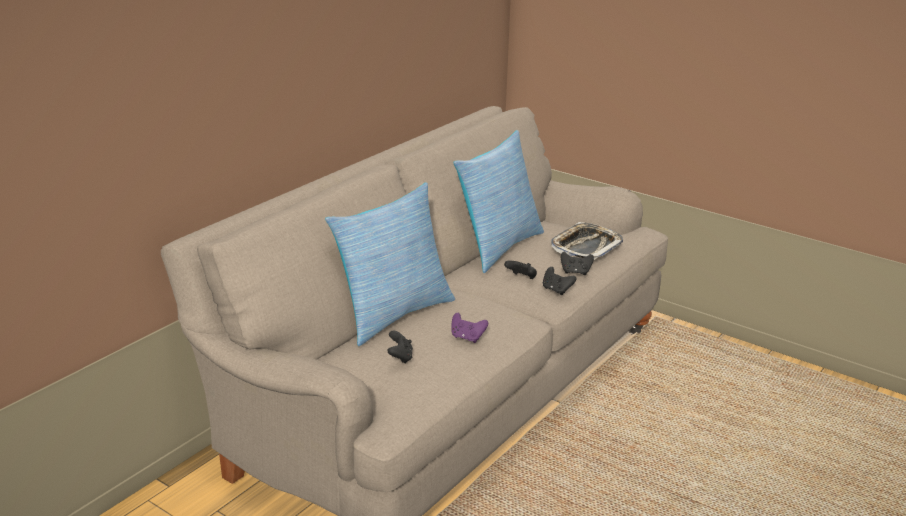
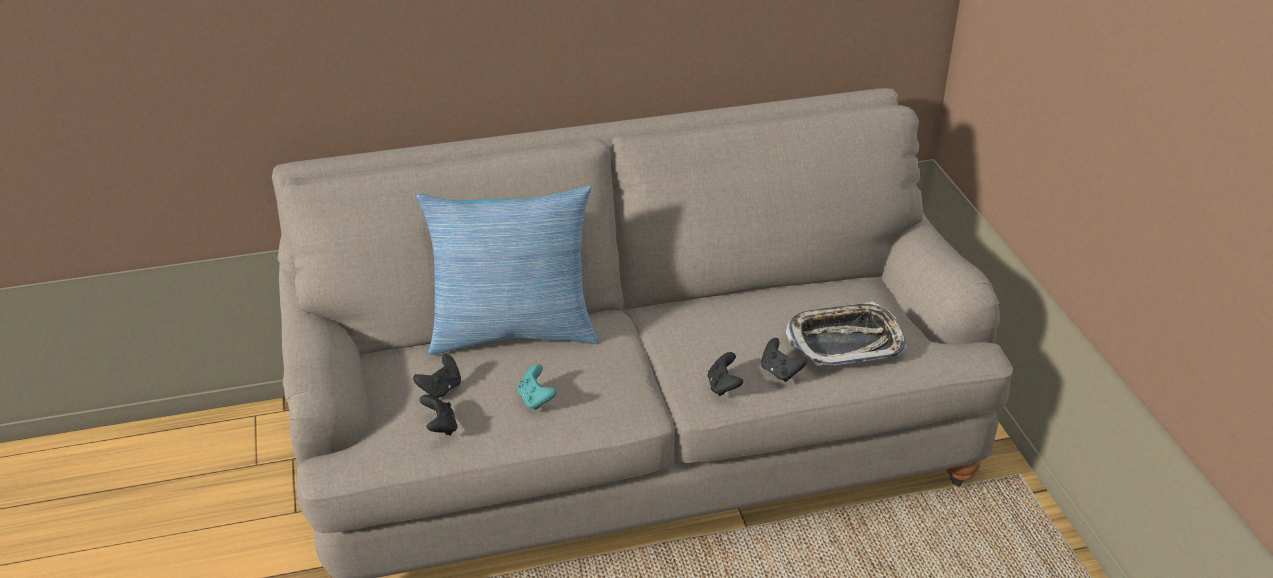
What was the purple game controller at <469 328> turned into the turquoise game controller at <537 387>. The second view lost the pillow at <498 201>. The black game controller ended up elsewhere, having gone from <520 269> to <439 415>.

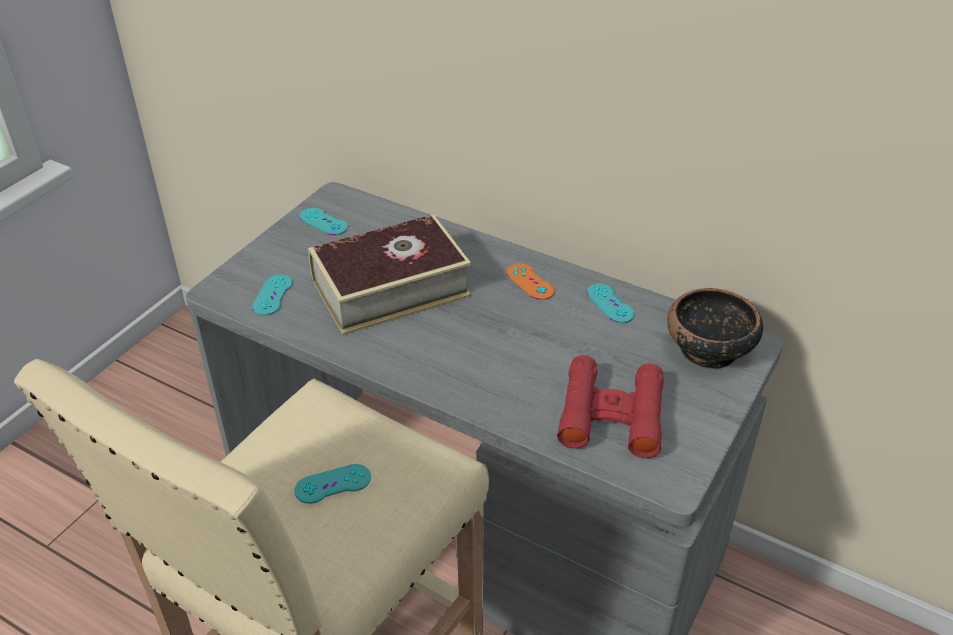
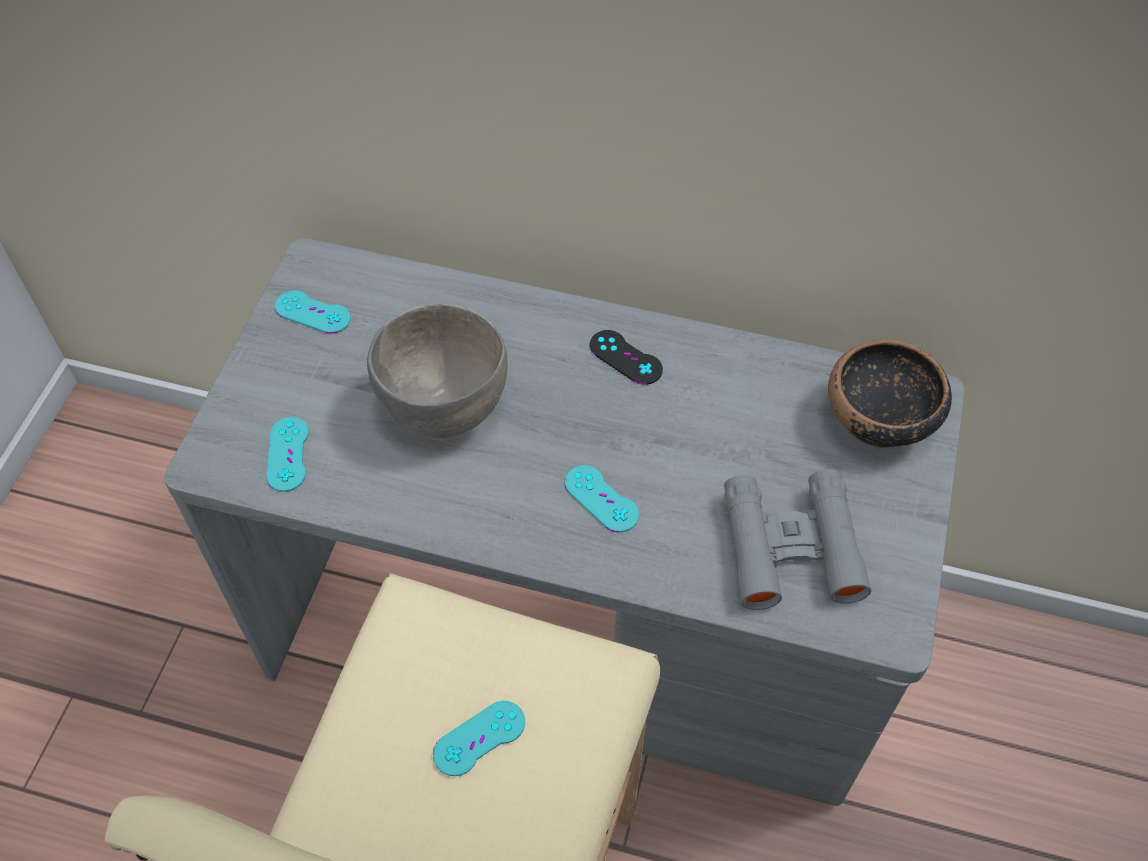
Where the book stood at <389 274>, the grey bowl came to stand at <437 371>. What was the orange game controller at <530 281> turned into the black game controller at <626 357>. What was the red binoculars at <610 406> turned into the grey binoculars at <798 539>. The turquoise game controller ended up elsewhere, having gone from <611 303> to <602 498>.

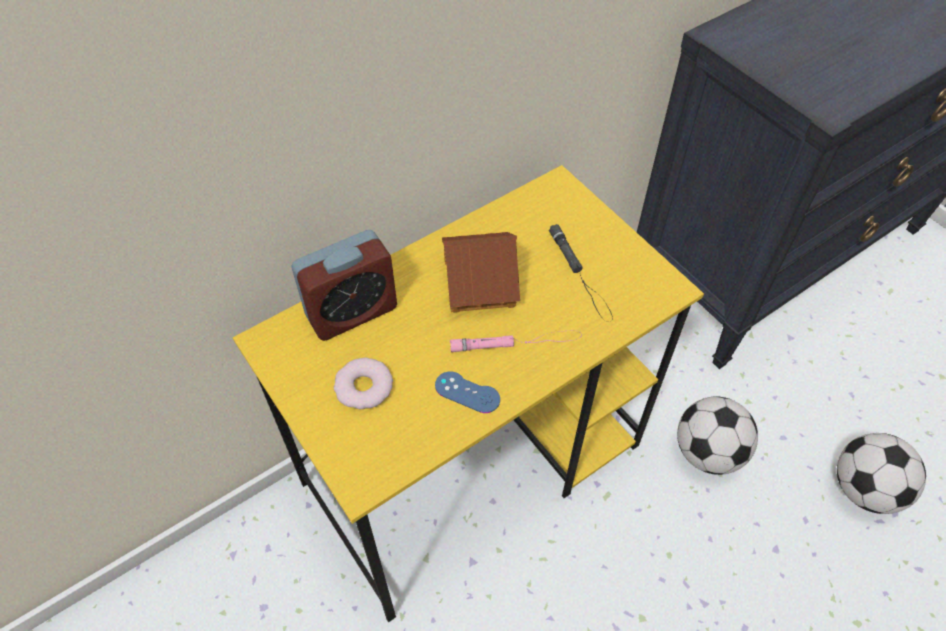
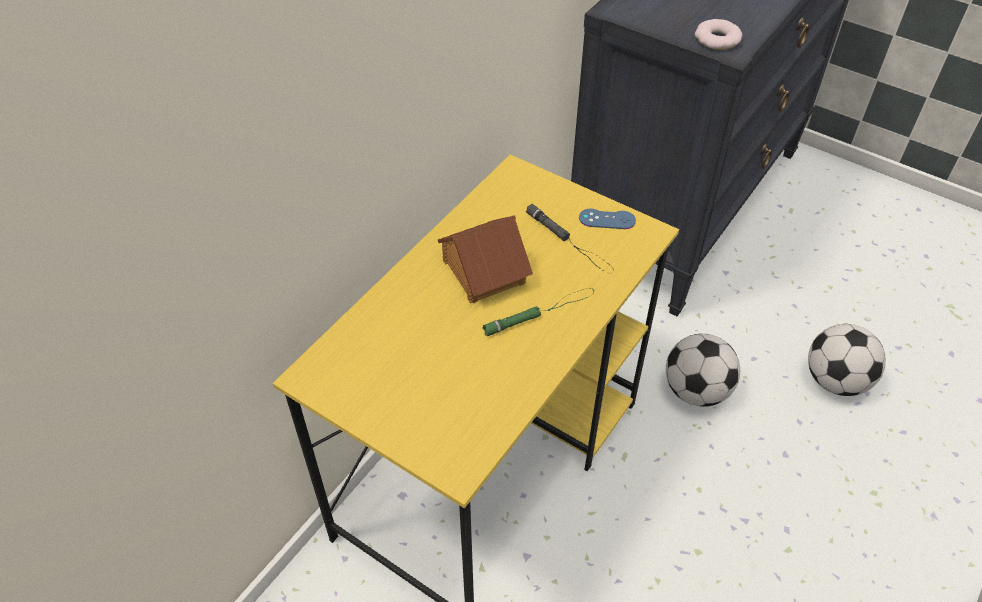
The second view lost the alarm clock at <344 285>. The donut ended up elsewhere, having gone from <363 383> to <718 34>. The blue game controller ended up elsewhere, having gone from <467 392> to <607 219>. What was the pink flashlight at <516 341> turned into the green flashlight at <538 312>.

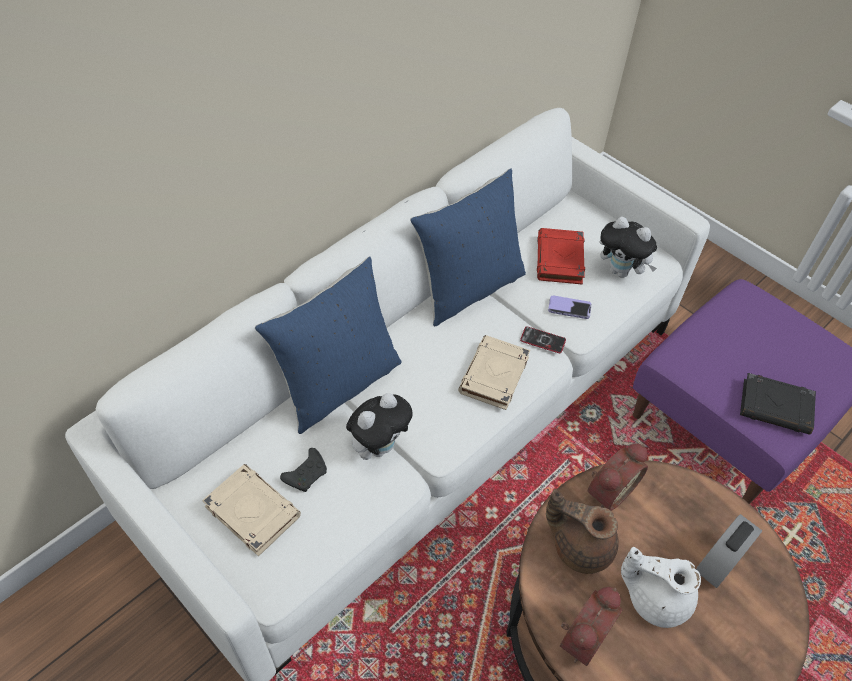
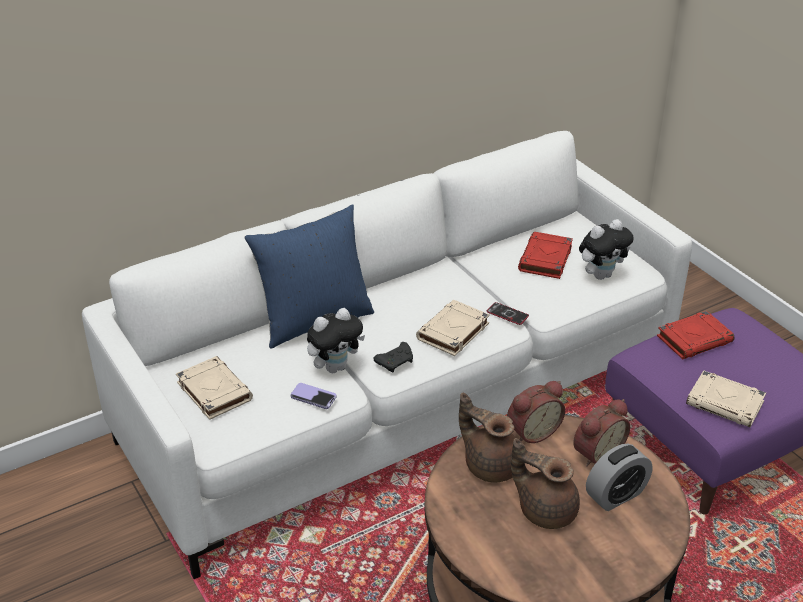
The black game controller ended up elsewhere, having gone from <303 470> to <393 357>. The second view lost the blue pillow at <468 247>. The phone ended up elsewhere, having gone from <570 307> to <313 396>. The alarm clock ended up elsewhere, having gone from <591 626> to <601 433>. The plush toy at <628 247> ended up facing another way, 75 degrees counterclockwise from before. What was the white teapot at <661 587> turned into the brown teapot at <545 483>. What was the black book at <778 404> turned into the beige book at <726 398>. The second view gained the red book at <695 335>.

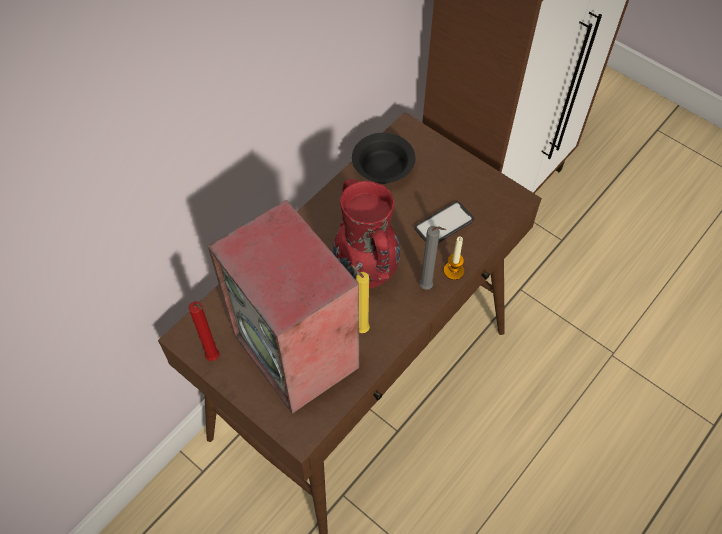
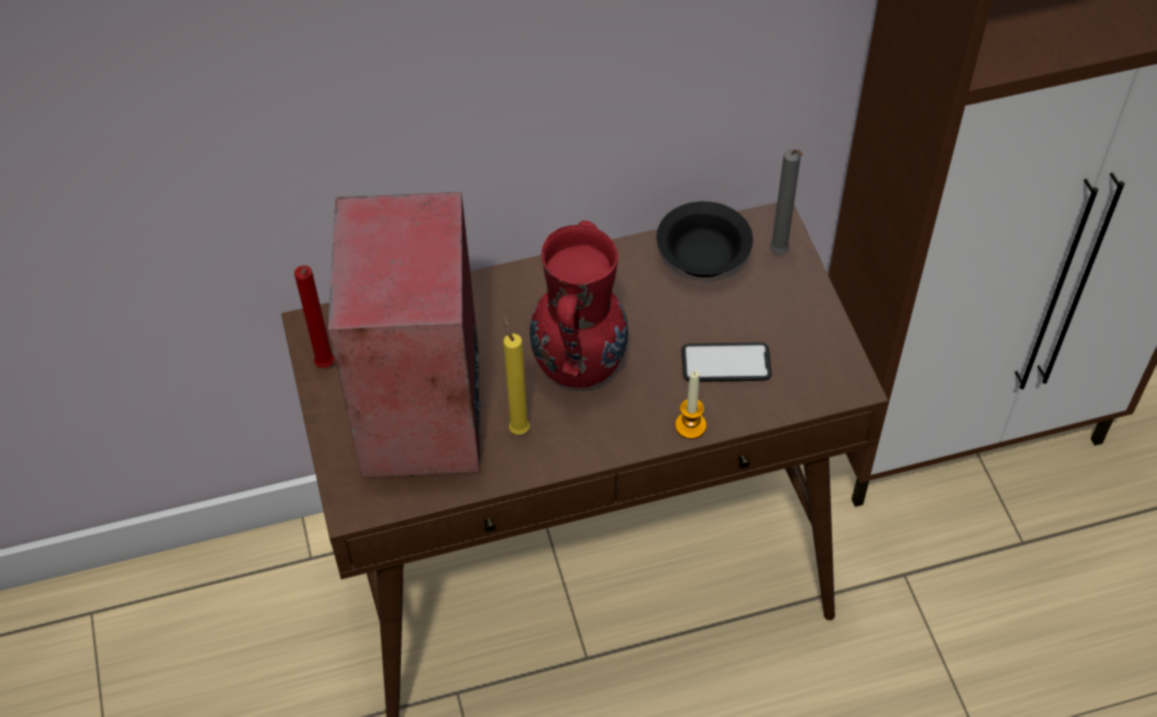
The grey candle ended up elsewhere, having gone from <432 258> to <786 201>.

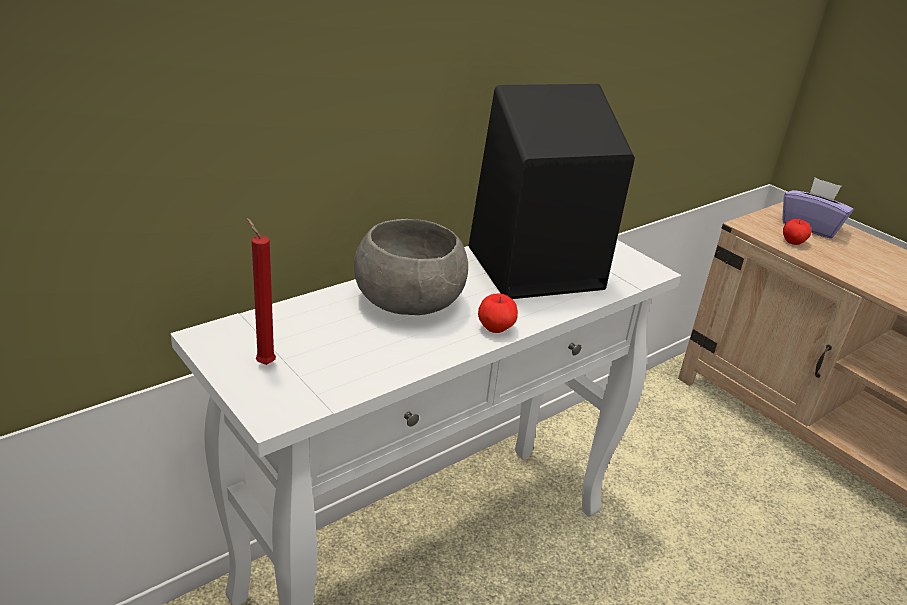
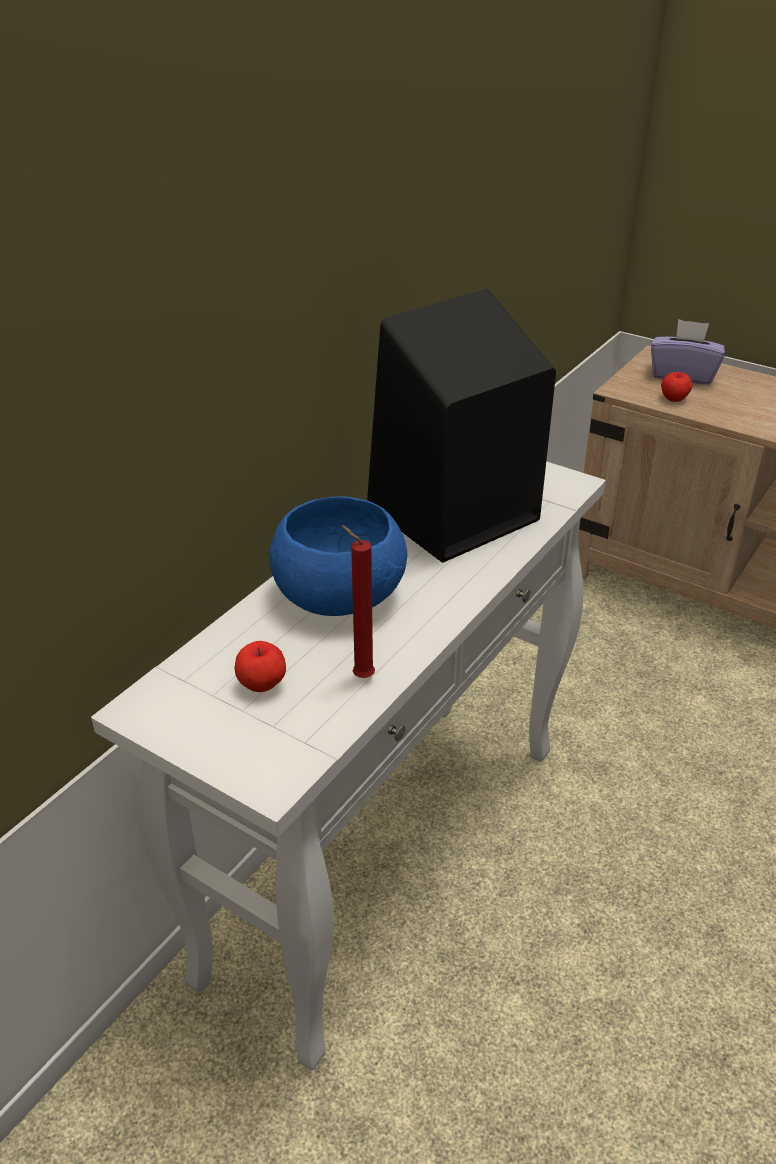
The red candle ended up elsewhere, having gone from <261 291> to <358 601>. What was the grey bowl at <411 267> turned into the blue bowl at <338 556>. The apple ended up elsewhere, having gone from <498 313> to <260 666>.

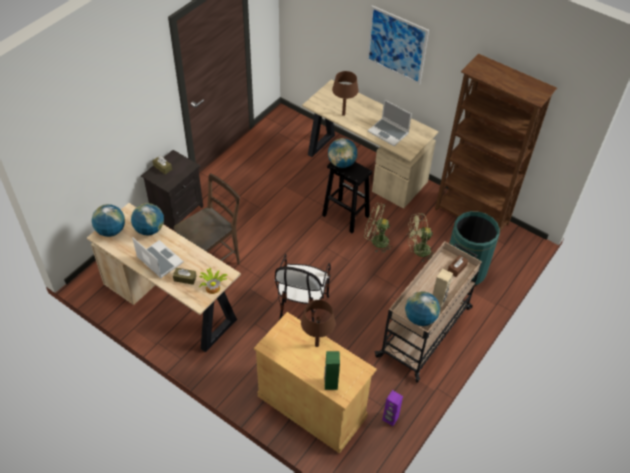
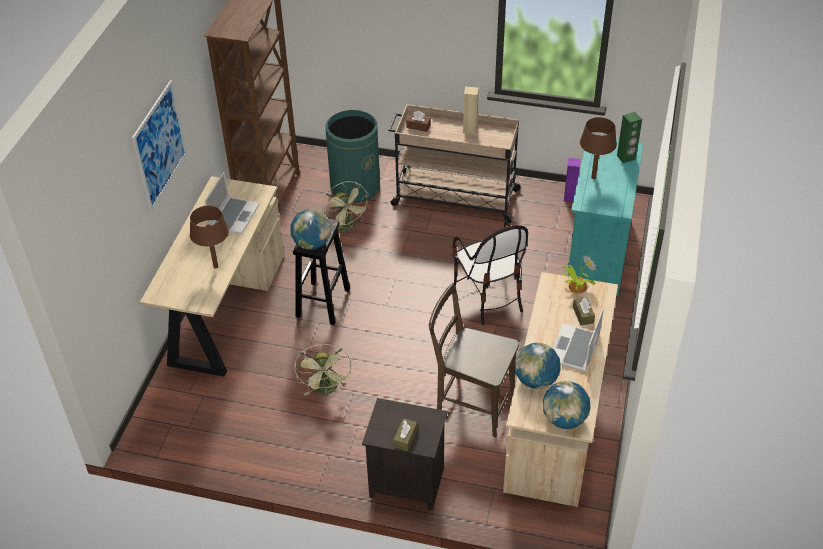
What was the beige cabinet at <315 383> turned into the turquoise cabinet at <605 217>. The chair at <303 288> ended up facing another way, 75 degrees clockwise from before. The green fan ended up elsewhere, having gone from <378 228> to <322 370>. The second view lost the globe at <422 308>.

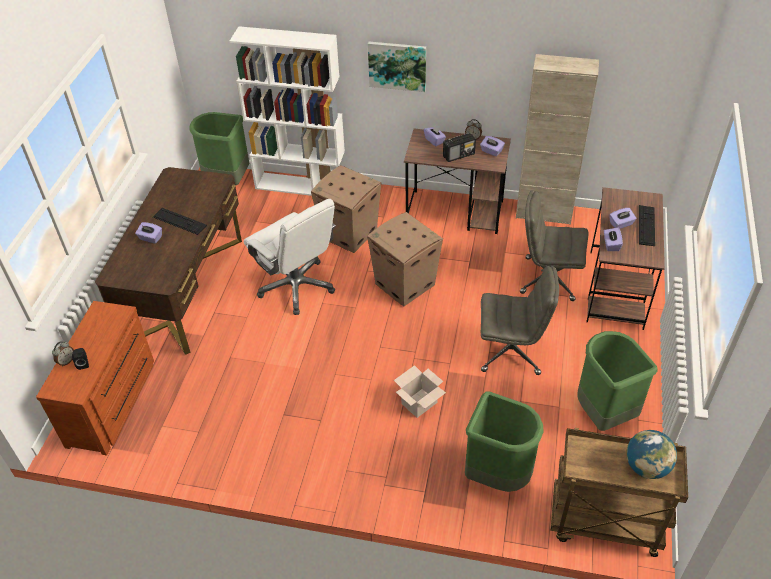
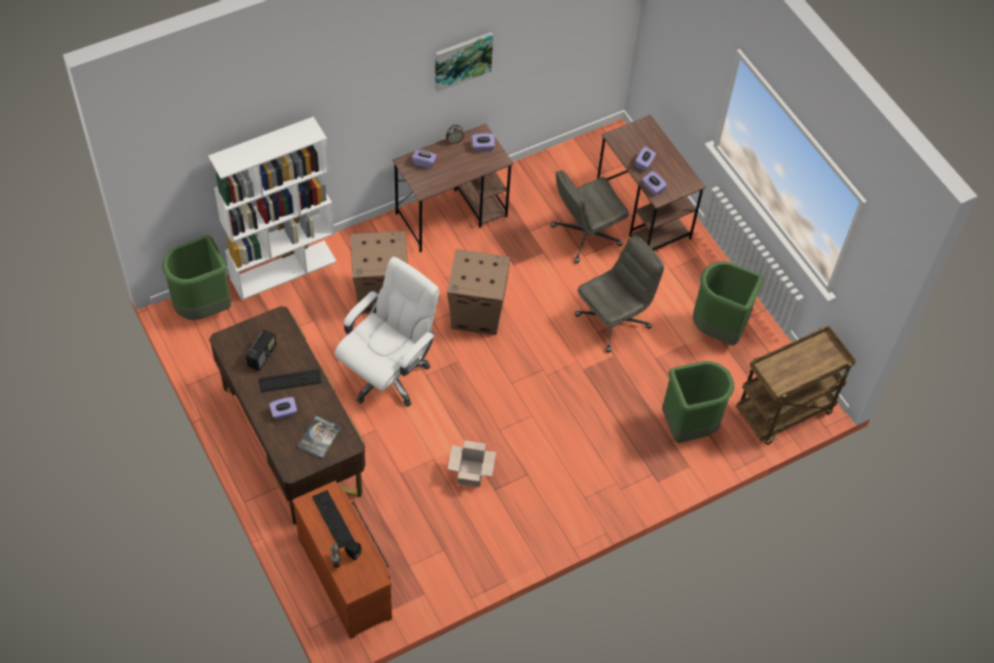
The white office chair at <290 257> ended up facing another way, 60 degrees counterclockwise from before. The picture ended up elsewhere, having gone from <397 67> to <464 62>. The cardboard box ended up elsewhere, having gone from <420 391> to <472 464>. The radio ended up elsewhere, having gone from <459 147> to <261 350>. The second view lost the beige cabinet at <557 139>. The second view lost the globe at <651 454>. The keyboard ended up elsewhere, having gone from <647 225> to <333 519>. The second view gained the book at <319 437>.

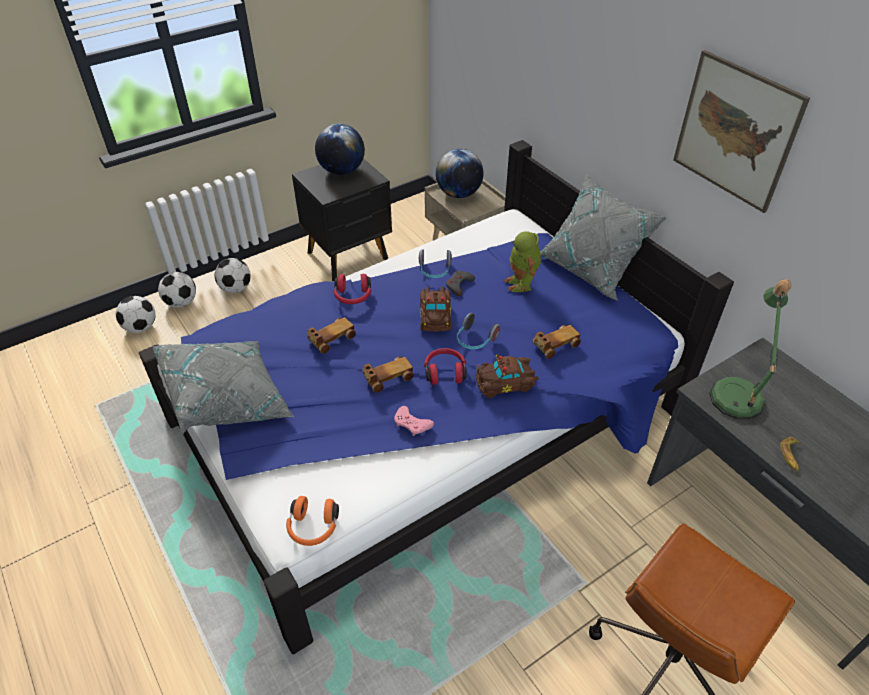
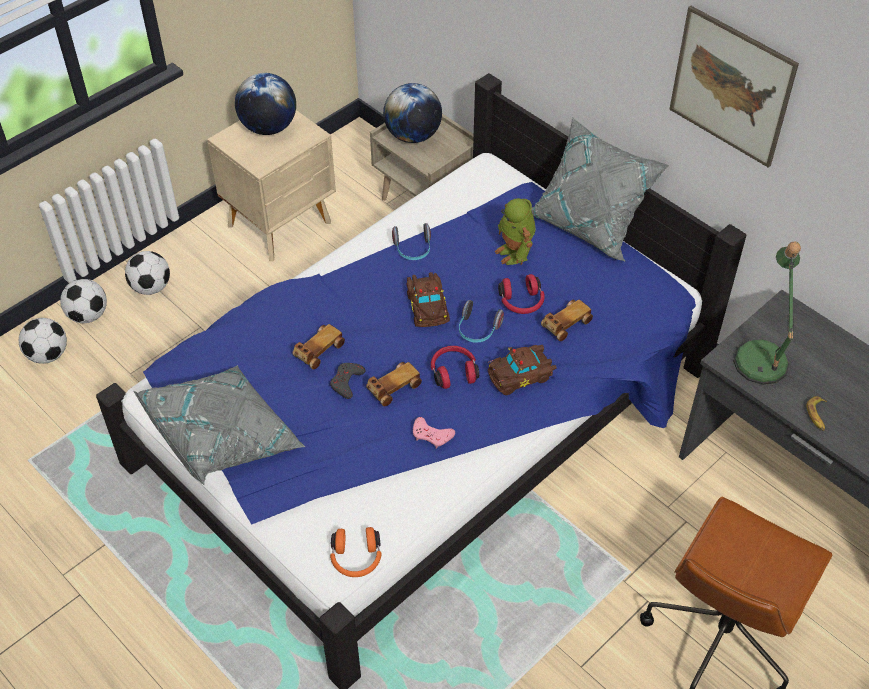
What was the black nightstand at <342 219> turned into the beige nightstand at <271 185>. The red headphones ended up elsewhere, having gone from <352 289> to <521 294>. The grey game controller ended up elsewhere, having gone from <460 283> to <348 381>.

